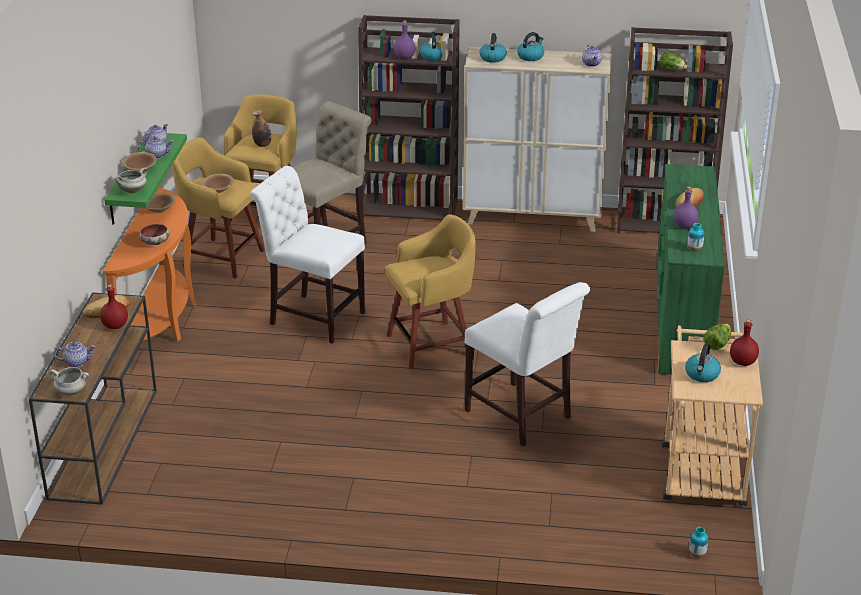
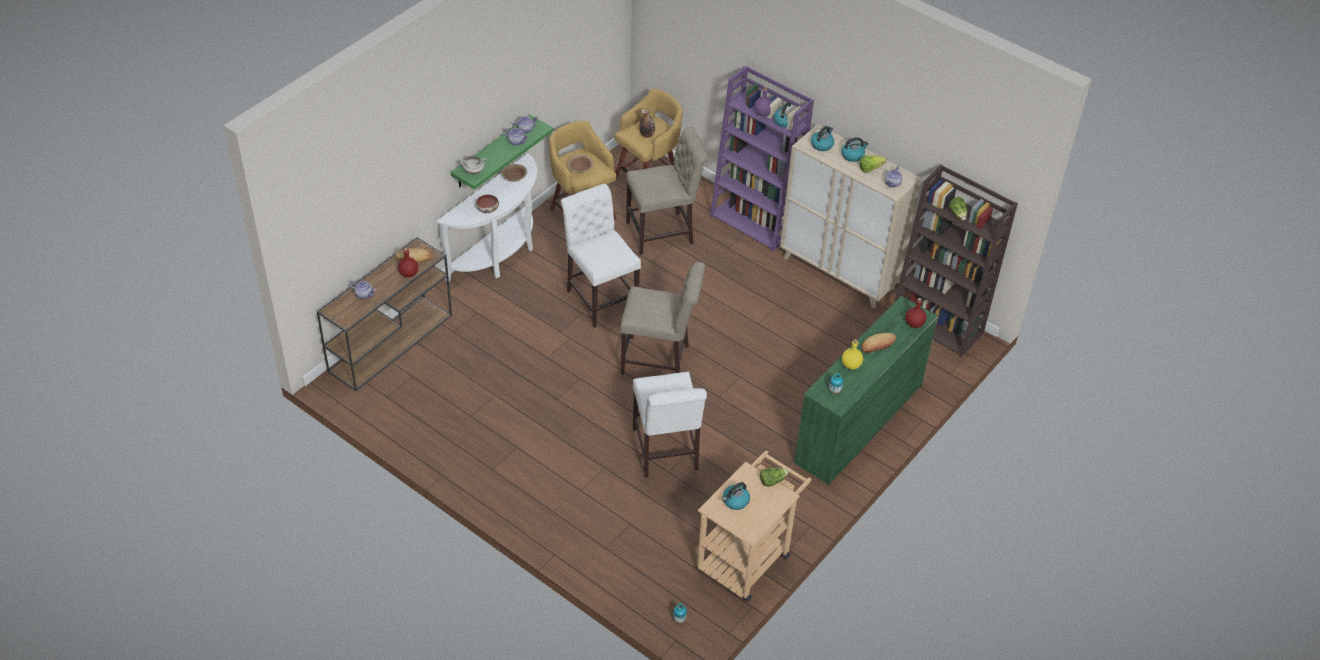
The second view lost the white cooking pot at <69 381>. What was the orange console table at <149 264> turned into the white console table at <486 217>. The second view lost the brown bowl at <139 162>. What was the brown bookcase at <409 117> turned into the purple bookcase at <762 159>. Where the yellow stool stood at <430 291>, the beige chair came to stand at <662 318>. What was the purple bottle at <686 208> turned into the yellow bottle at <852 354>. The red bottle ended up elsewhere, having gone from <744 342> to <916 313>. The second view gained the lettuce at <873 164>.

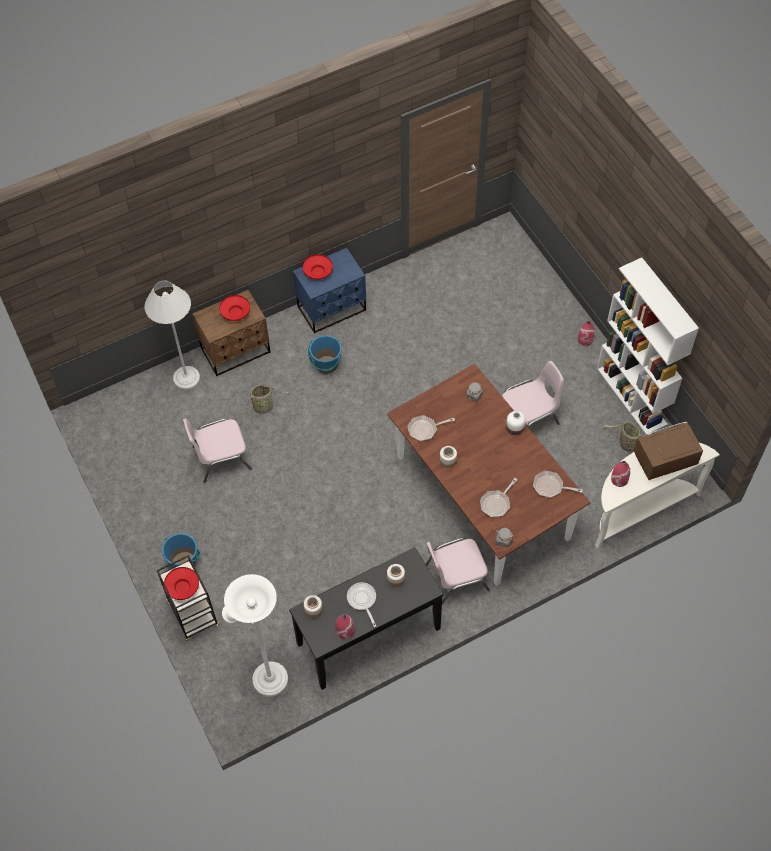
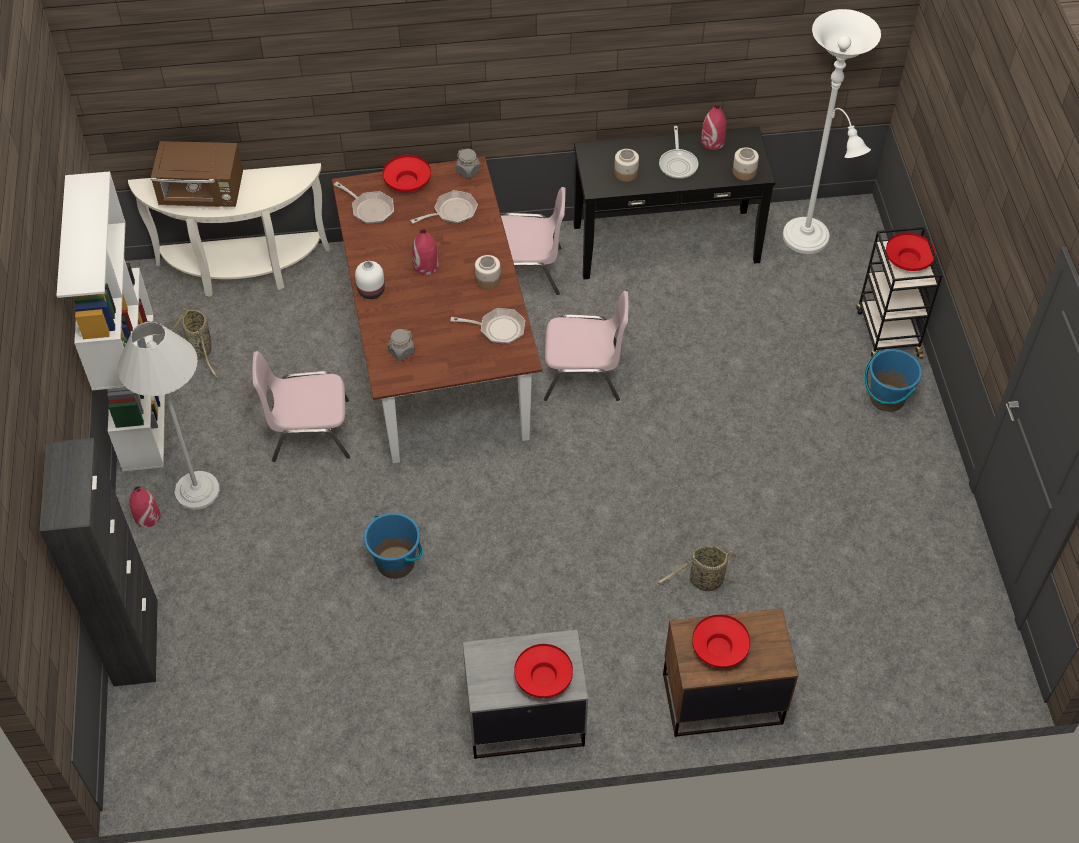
The white floor lamp ended up elsewhere, having gone from <172 334> to <168 415>. The pink chair ended up elsewhere, having gone from <217 450> to <586 346>. What was the blue nightstand at <329 290> turned into the grey nightstand at <525 694>. The blue bucket ended up elsewhere, having gone from <325 354> to <393 546>. The red vase ended up elsewhere, having gone from <620 474> to <425 252>. The second view gained the black cabinet at <98 562>. The second view gained the red bowl at <407 173>.

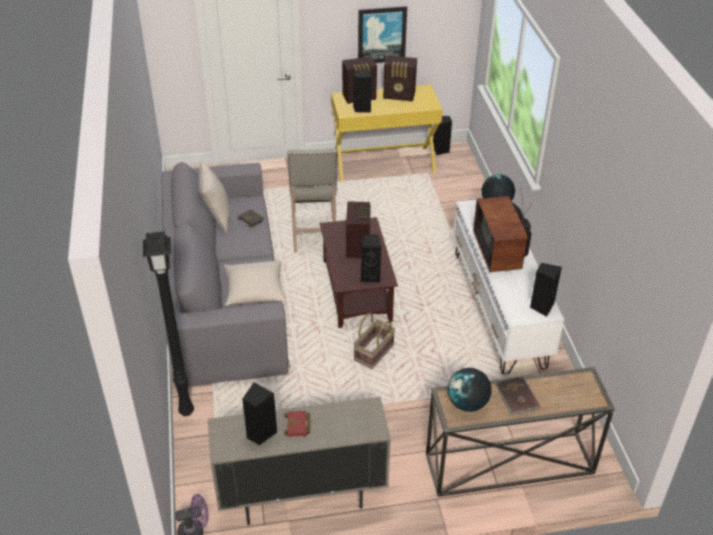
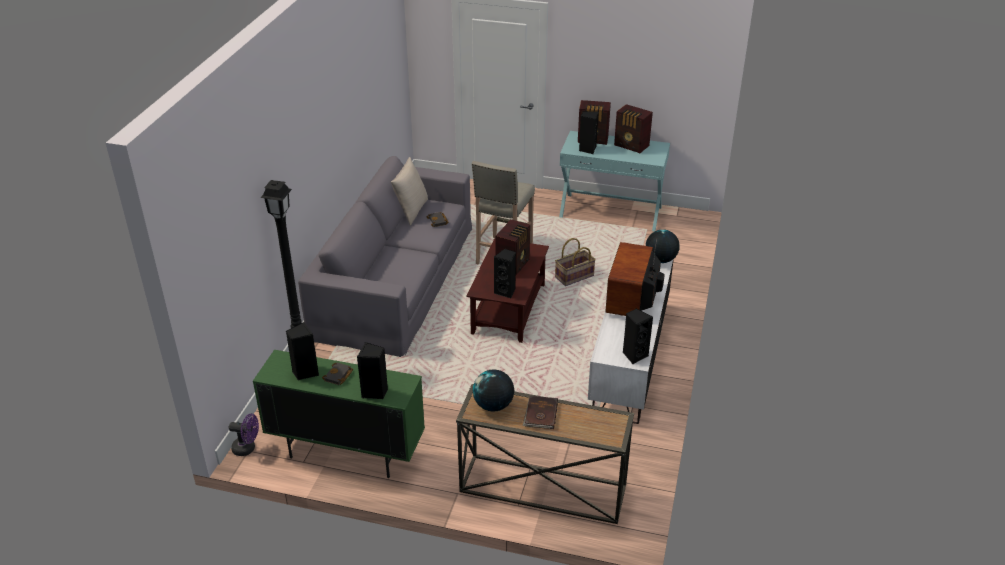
What was the beige cabinet at <299 461> turned into the green cabinet at <339 414>. The second view lost the beige pillow at <255 283>. What was the red book at <297 424> turned into the black book at <337 373>. What was the yellow console table at <387 133> turned into the turquoise console table at <614 181>. The basket ended up elsewhere, having gone from <374 341> to <575 262>. The second view lost the picture at <382 34>. The black speaker ended up elsewhere, having gone from <442 135> to <372 370>.

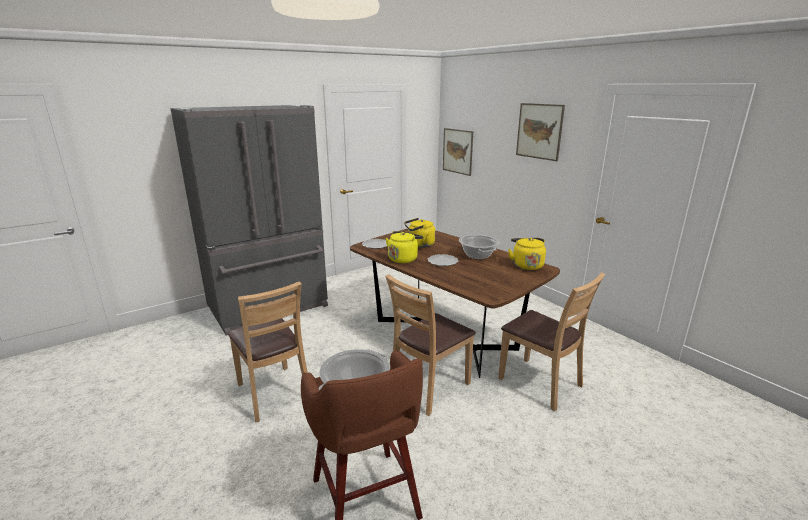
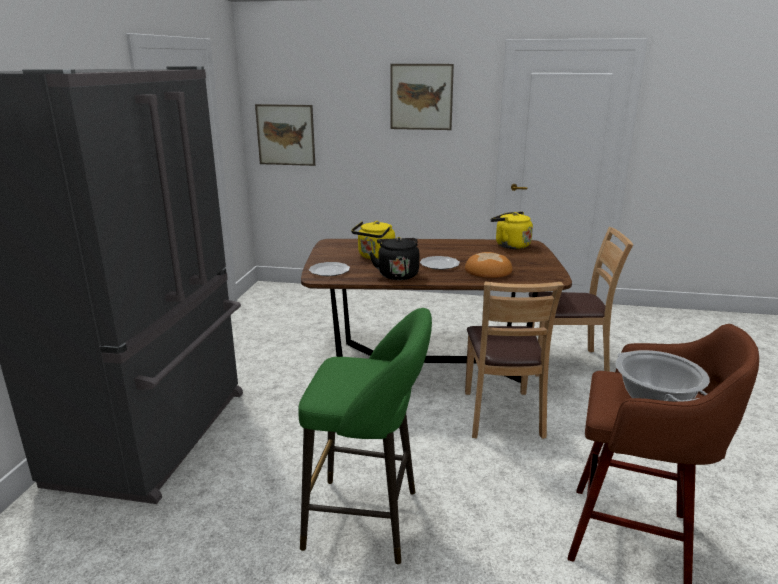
Where the brown chair stood at <268 352>, the green stool came to stand at <365 436>. What was the yellow kettle at <404 247> turned into the black kettle at <394 258>. The second view lost the cooking pot at <479 247>. The second view gained the bread at <488 265>.

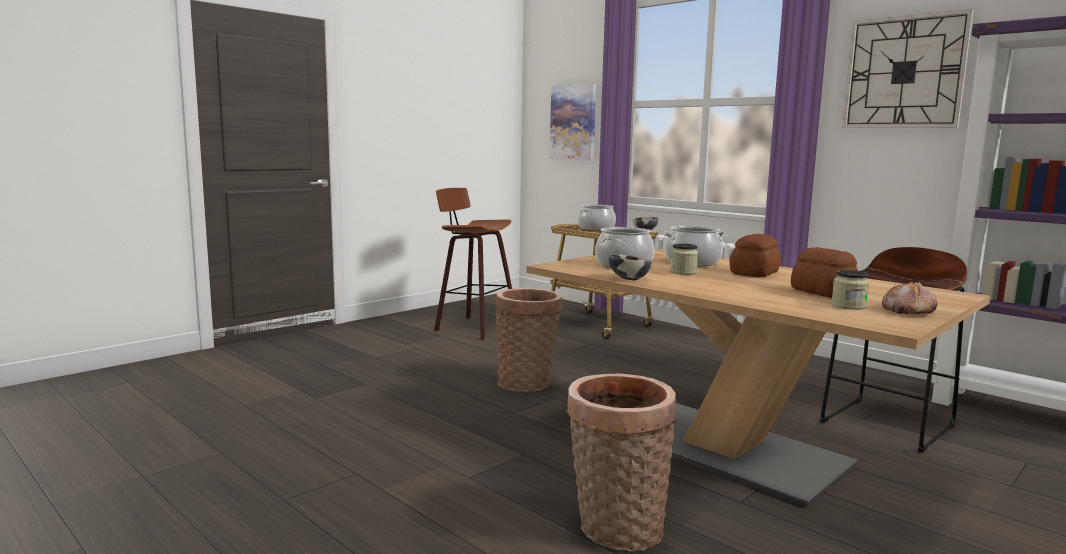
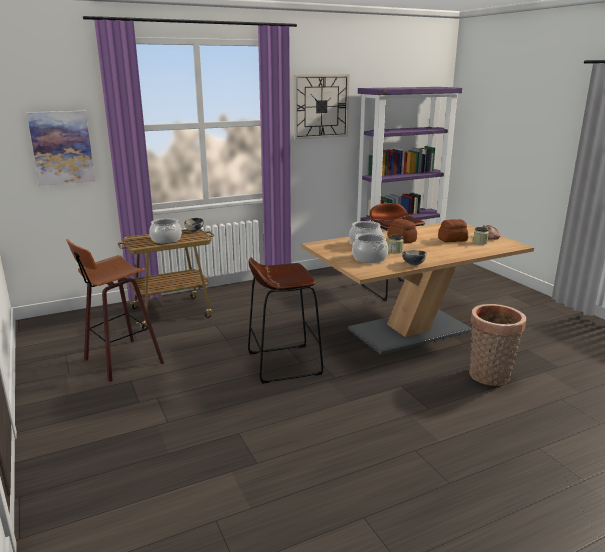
Where the basket stood at <529 340>, the brown stool came to stand at <285 320>.

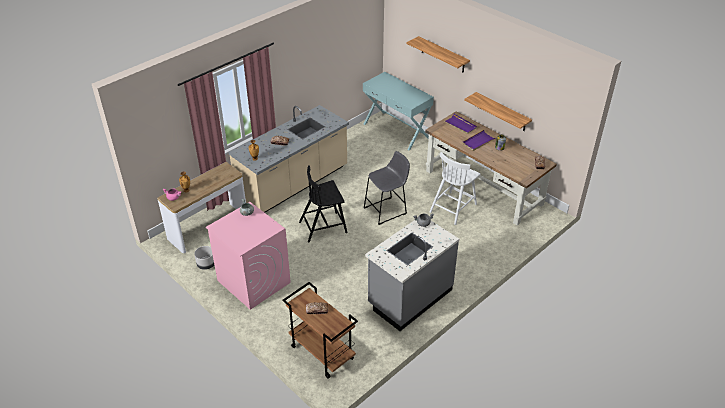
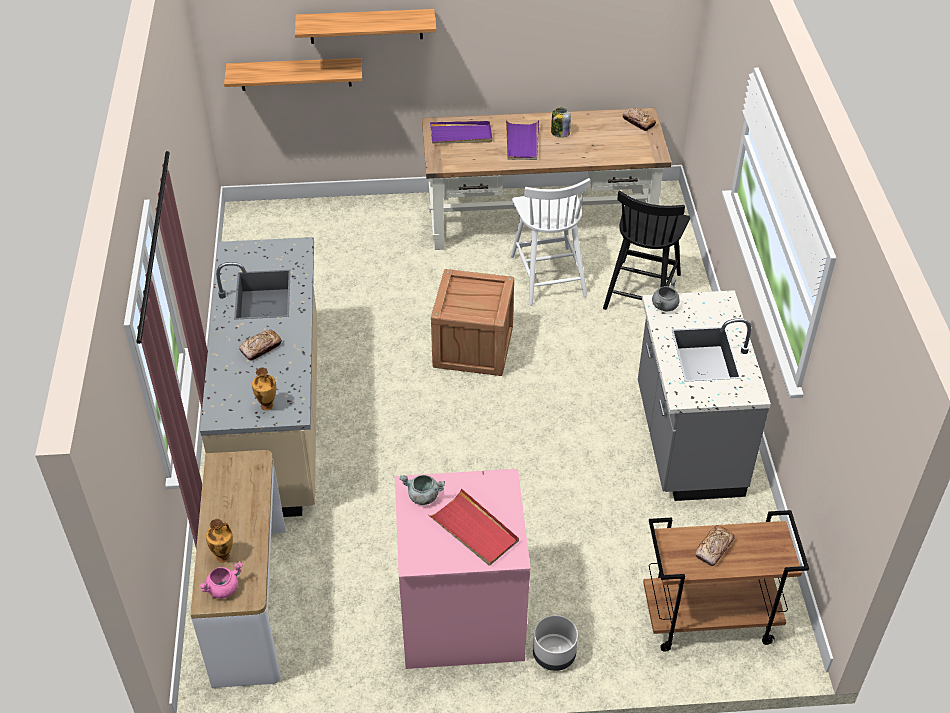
The grey planter ended up elsewhere, having gone from <204 258> to <555 643>. The black chair ended up elsewhere, having gone from <323 203> to <646 250>. The second view lost the turquoise console table at <398 111>. Where the grey stool stood at <386 188>, the crate came to stand at <472 322>. The shelf ended up elsewhere, having gone from <498 111> to <293 74>. The second view gained the red tray at <474 527>.

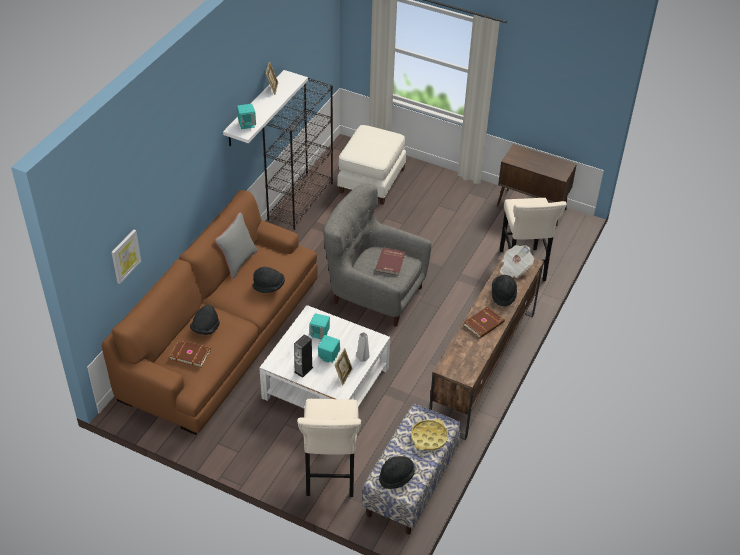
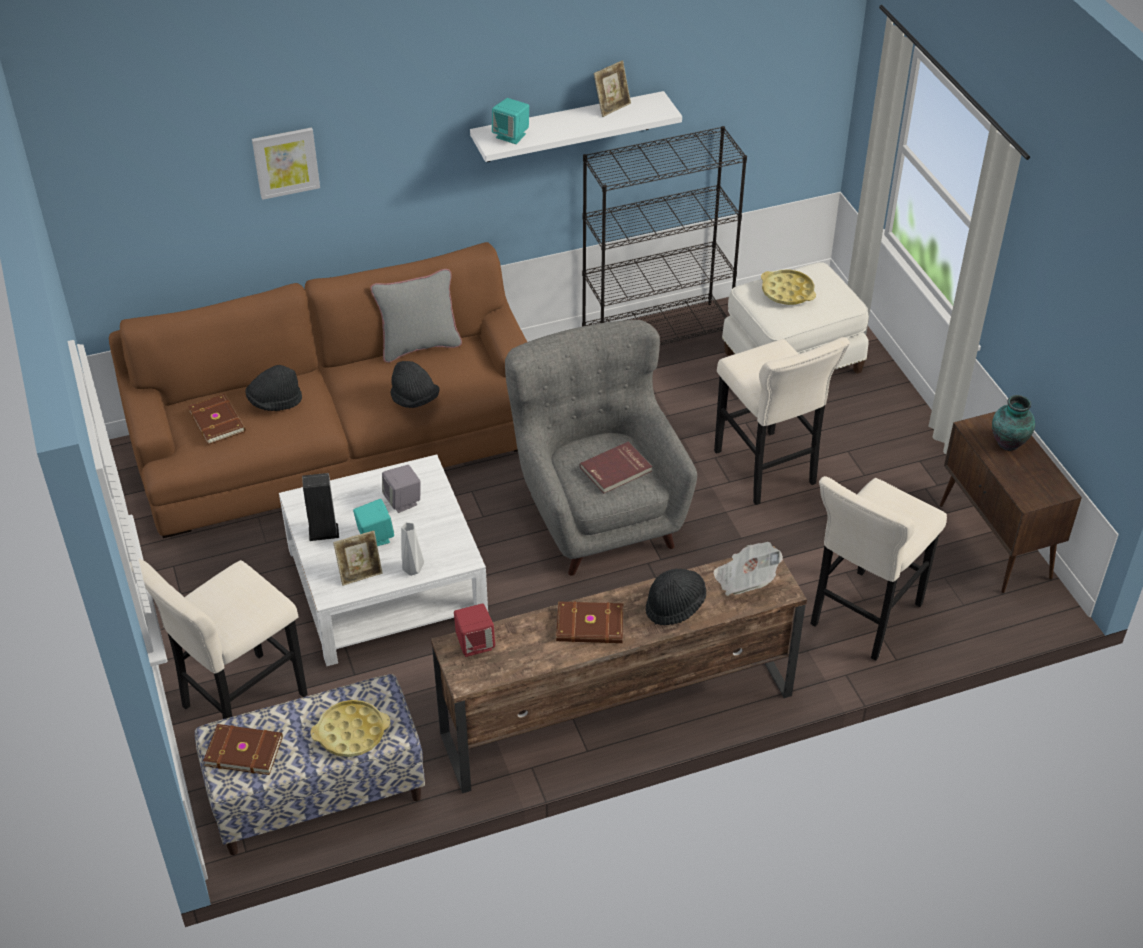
The picture ended up elsewhere, having gone from <126 257> to <286 164>. What was the turquoise speaker at <319 326> turned into the grey speaker at <401 489>. Where the black hat stood at <397 472>, the brown book came to stand at <243 749>. The second view gained the red speaker at <474 630>. The second view gained the beige stool at <782 421>. The second view gained the yellow tray at <788 287>. The second view gained the vase at <1013 423>.

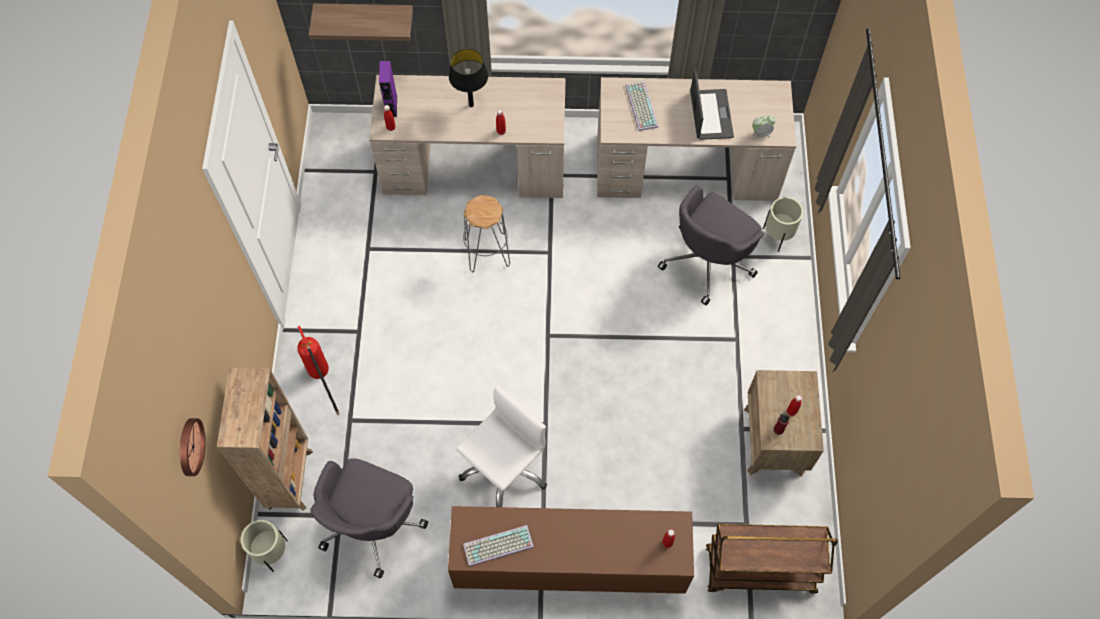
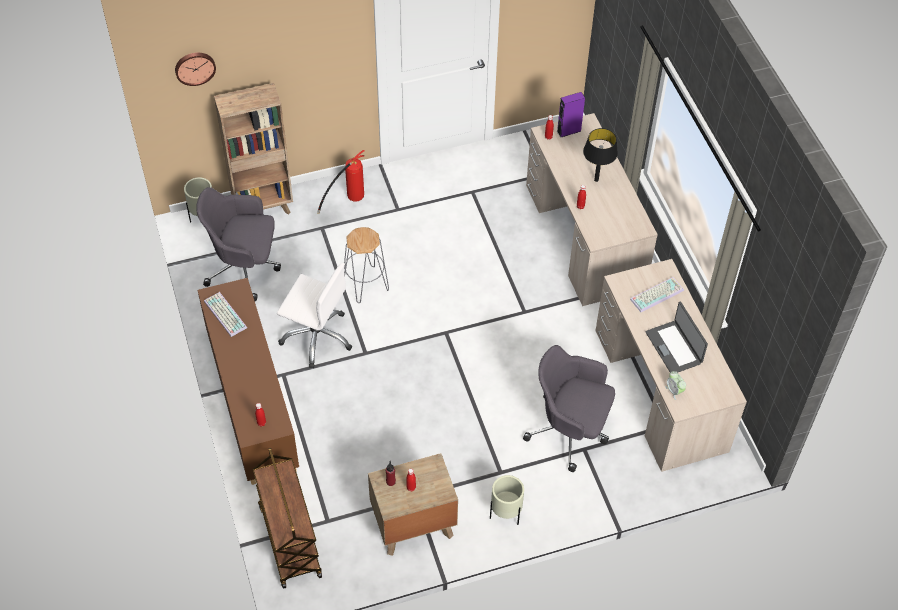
The second view lost the shelf at <361 22>. The grey stool ended up elsewhere, having gone from <486 233> to <366 265>. The laptop at <712 105> ended up facing another way, 90 degrees clockwise from before. The beige planter ended up elsewhere, having gone from <783 224> to <507 500>.

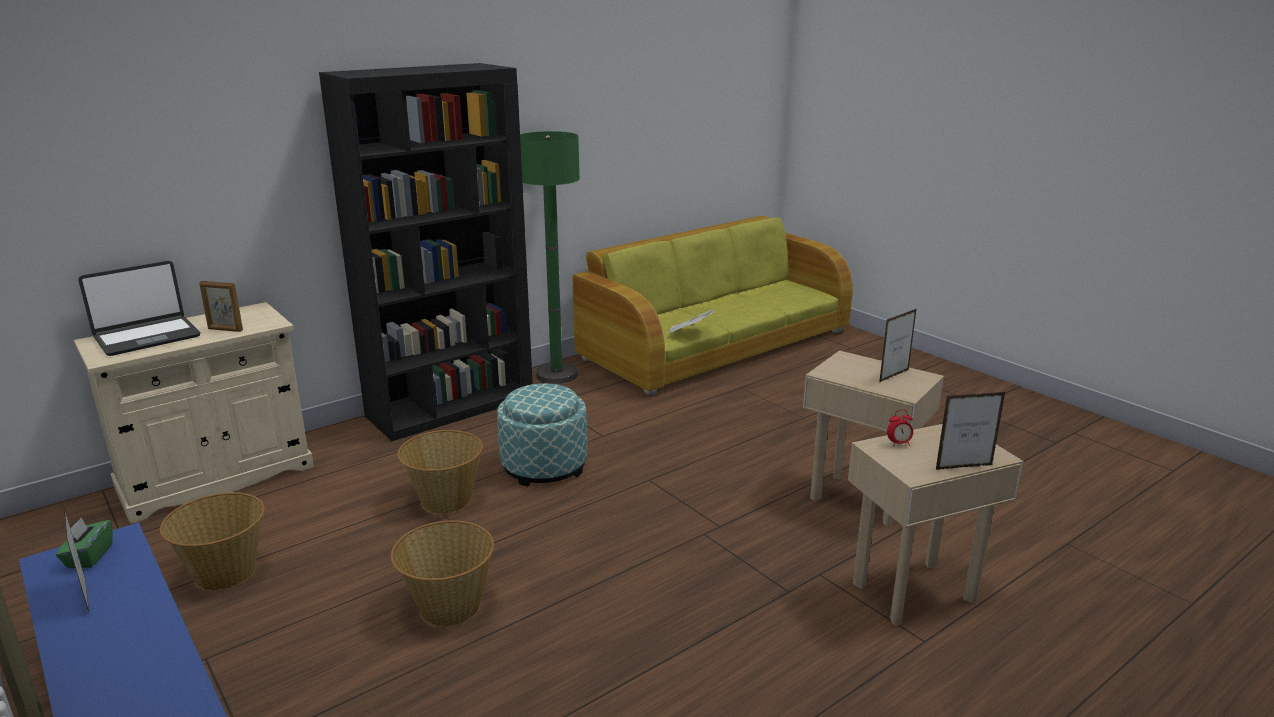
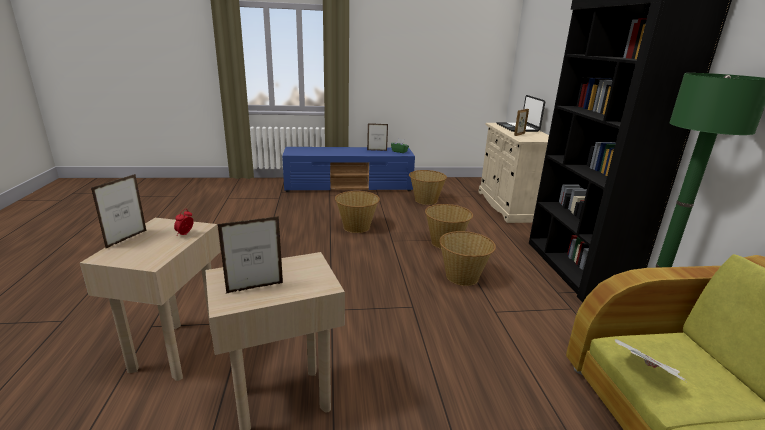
Where the ottoman stood at <542 434>, the basket came to stand at <467 258>. The picture frame at <897 345> ended up facing another way, 75 degrees clockwise from before.

